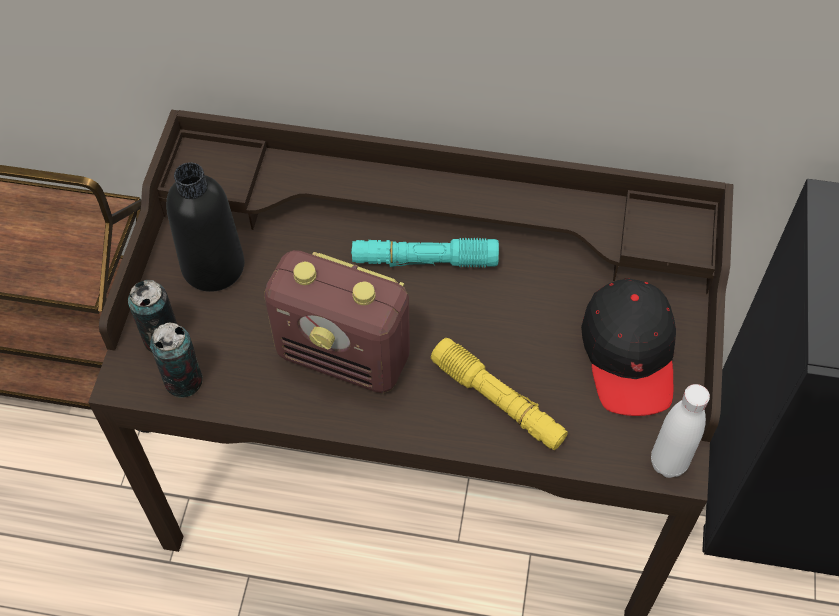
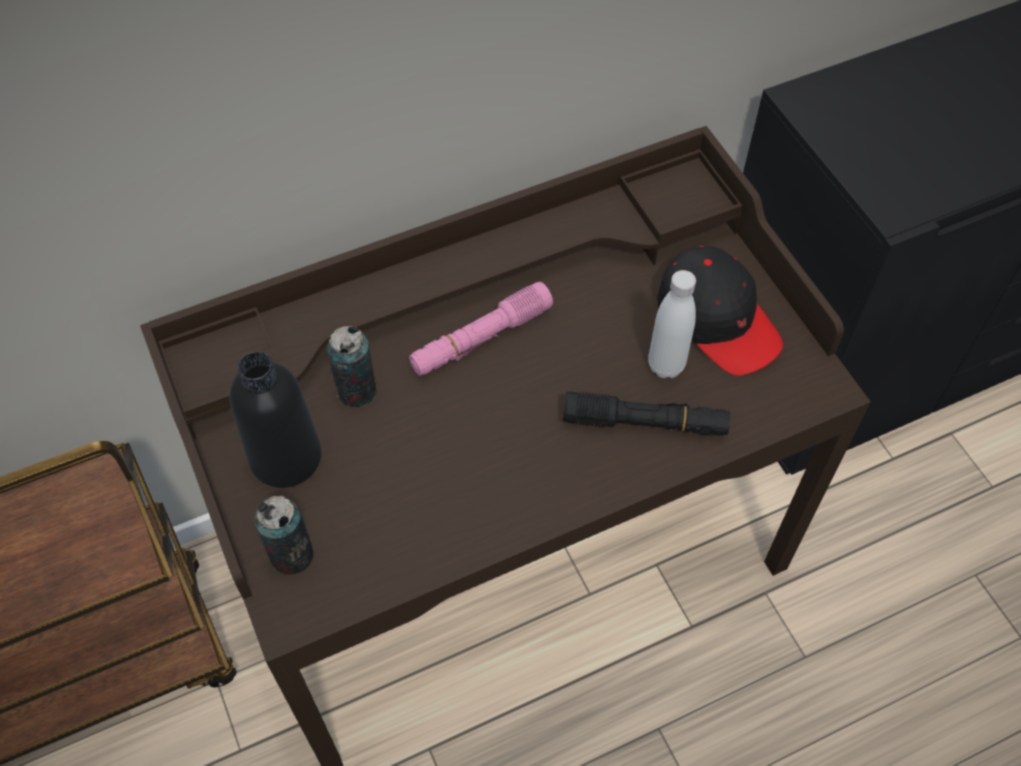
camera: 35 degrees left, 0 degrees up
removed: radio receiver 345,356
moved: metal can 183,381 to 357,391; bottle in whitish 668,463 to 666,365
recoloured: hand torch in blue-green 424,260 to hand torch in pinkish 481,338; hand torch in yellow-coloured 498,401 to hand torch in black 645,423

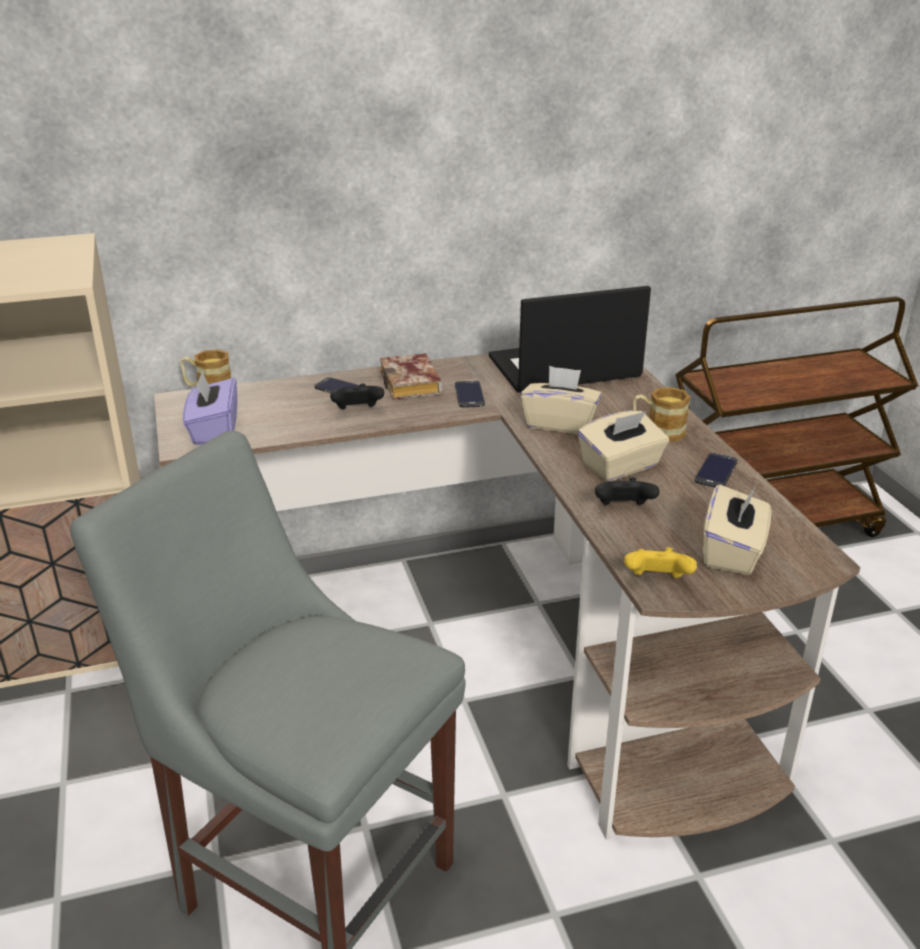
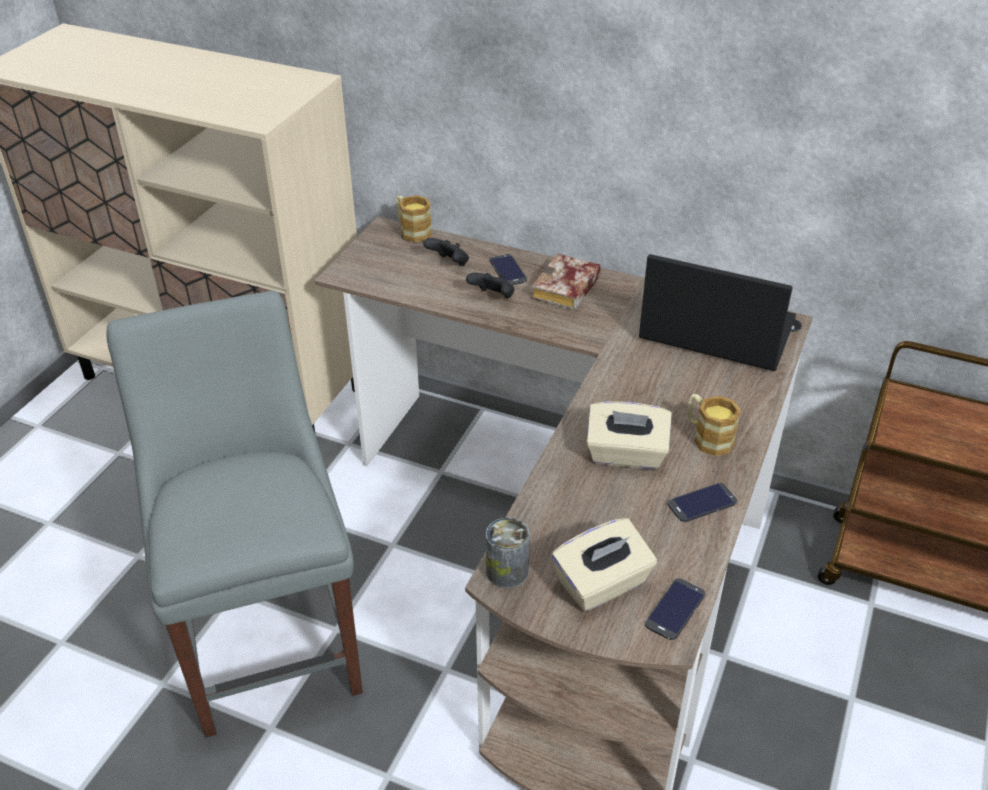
camera: 40 degrees right, 10 degrees up
removed: tissue box in sand-coloured 560,423; tissue box in purplish 214,431
moved: telephone 469,395 to 675,609; joypad in black 623,509 to 449,264
replaced: joypad in yellow-coloured 656,581 to metal can 507,571

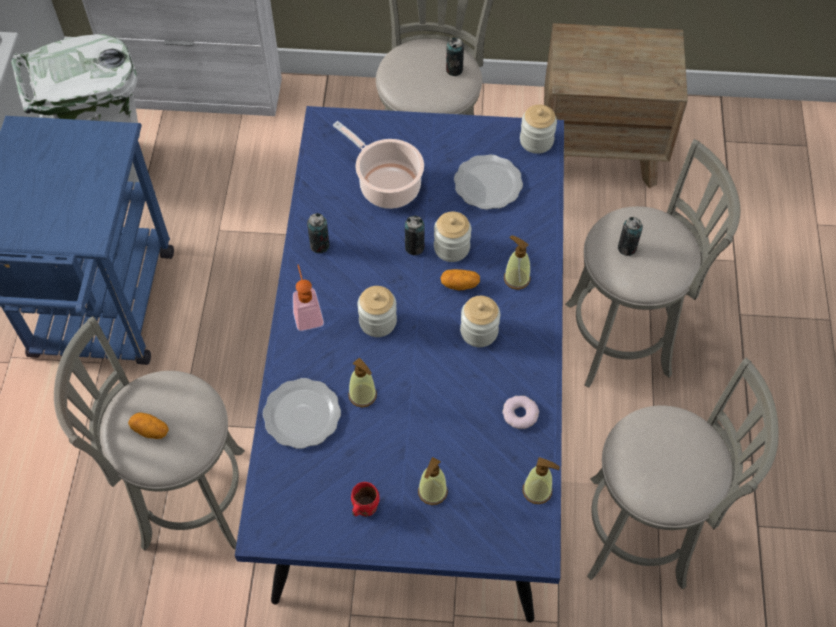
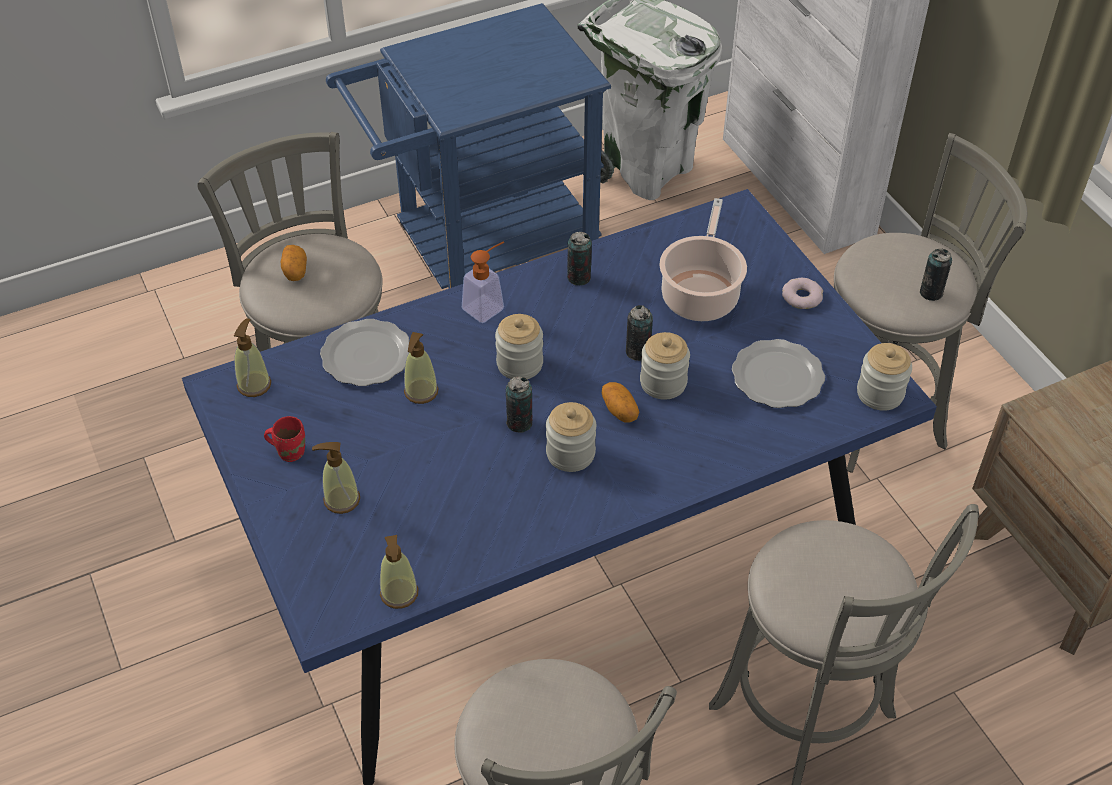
camera: 60 degrees right, 10 degrees down
moved: metal can 627,248 to 519,423; soap bottle 516,278 to 254,384; donut 520,414 to 801,297

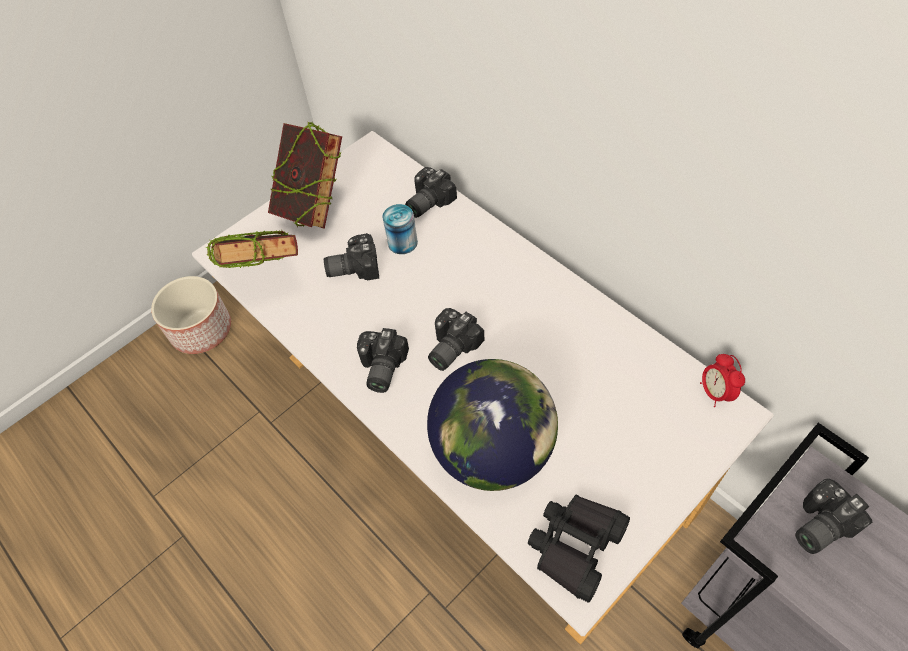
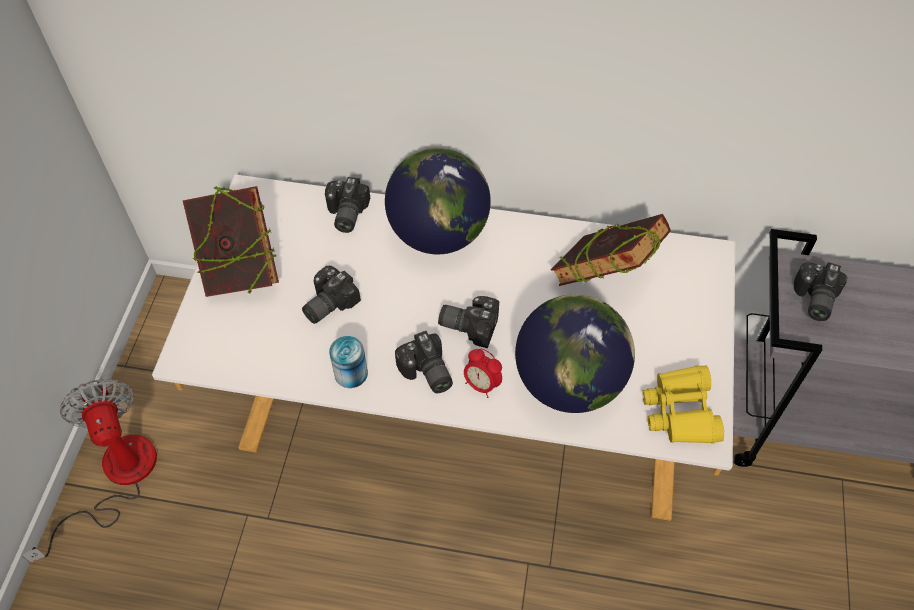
camera: 40 degrees left, 0 degrees up
added: desk globe 439,233
moved: metal can 402,242 to 351,373; volume 265,278 to 604,279; alarm clock 715,392 to 482,384
replaced: plant pot 200,330 to electric fan 116,478
recoloured: field glasses in black 575,545 to field glasses in yellow-coloured 680,411
turned: photo camera 449,347 = 469,324 105 degrees clockwise

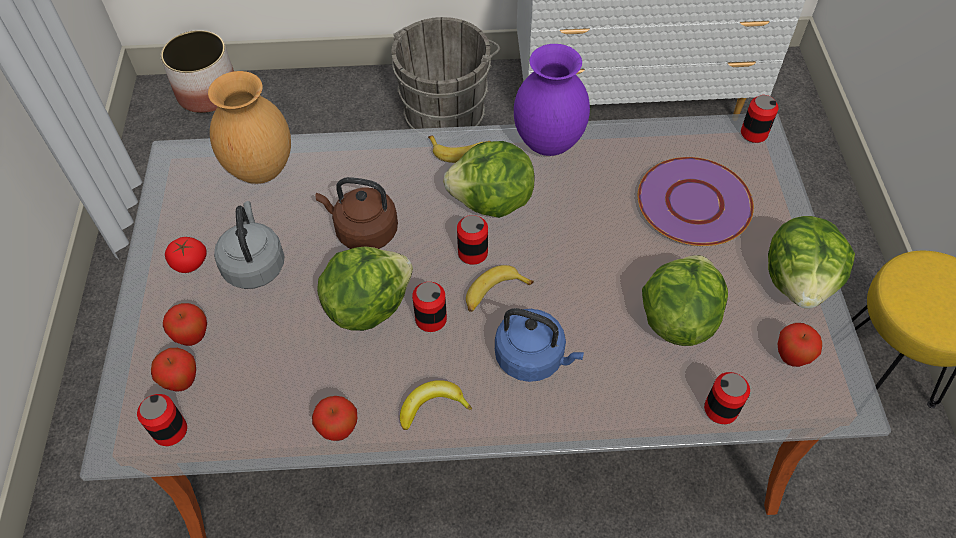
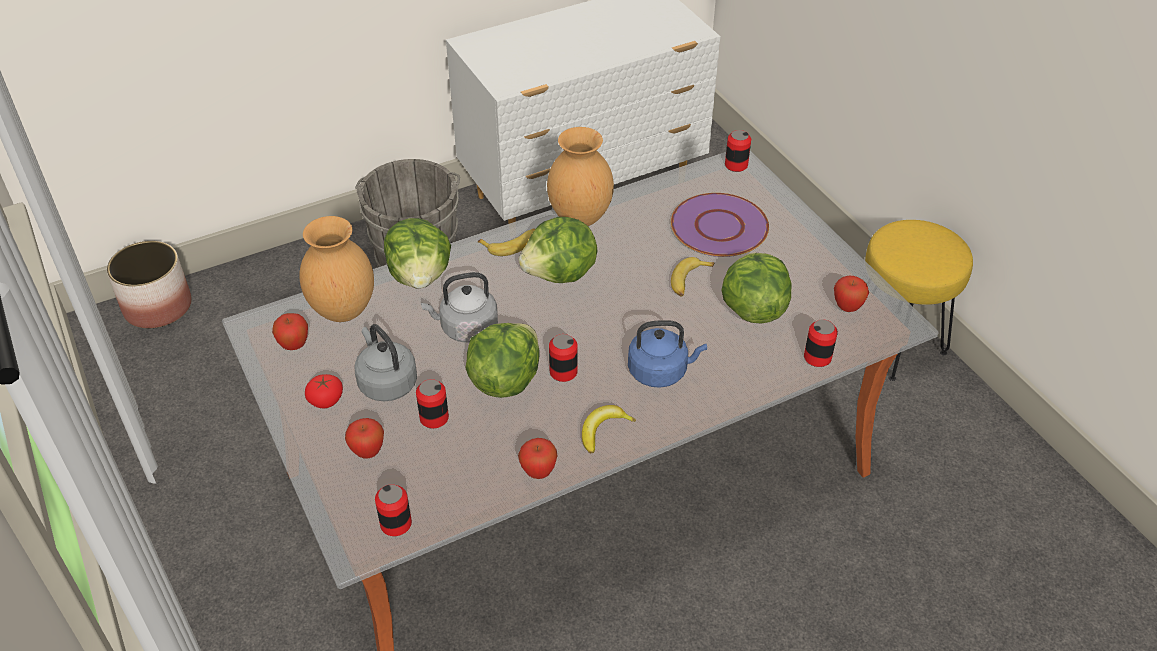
camera: 25 degrees left, 10 degrees down
moved: metal can 473,253 to 434,418; lettuce head 798,282 to 420,276; banana fruit 494,294 to 689,281; whole apple 182,382 to 294,345
recoloured: vase in purplish 548,143 to vase in brown 579,218; tea kettle in brown 363,232 to tea kettle in grey 466,328

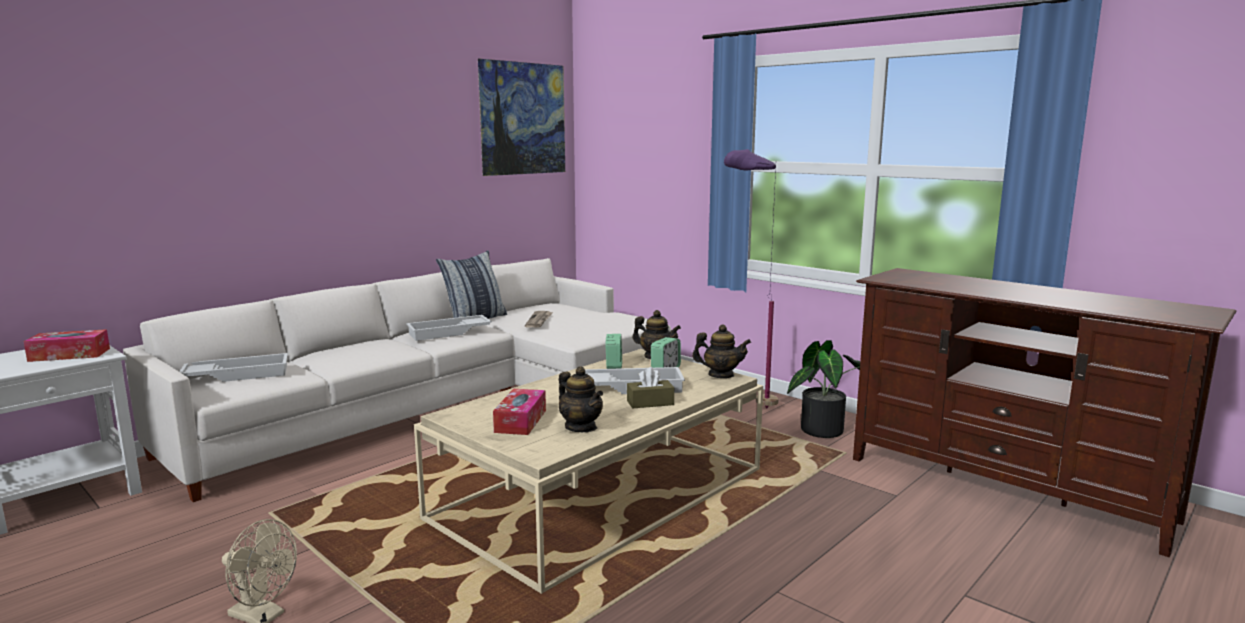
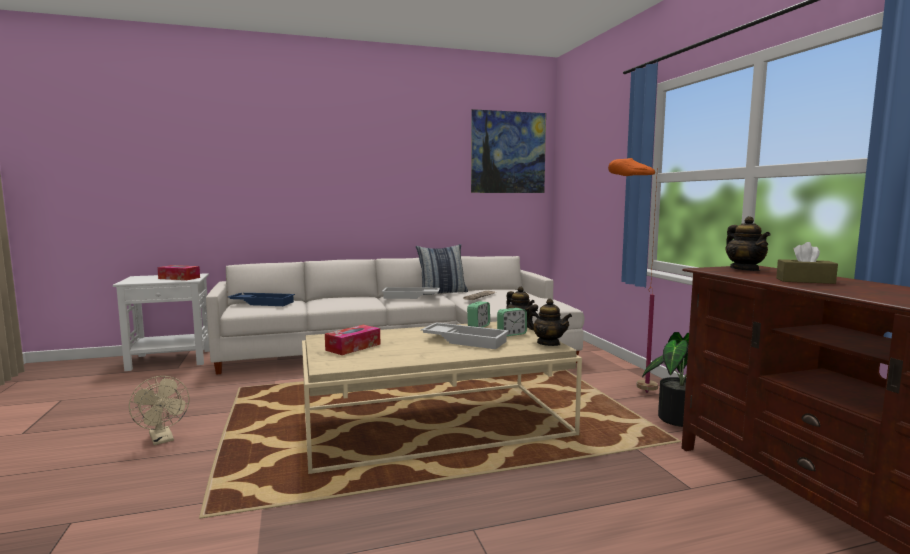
camera: 30 degrees right, 5 degrees down
moved: teapot 581,427 to 745,269; tissue box in brown 650,403 to 805,281
recoloured: standard lamp in purplish 747,409 to standard lamp in orange 628,390; carrying tray in whitish 238,374 to carrying tray in blue 263,303

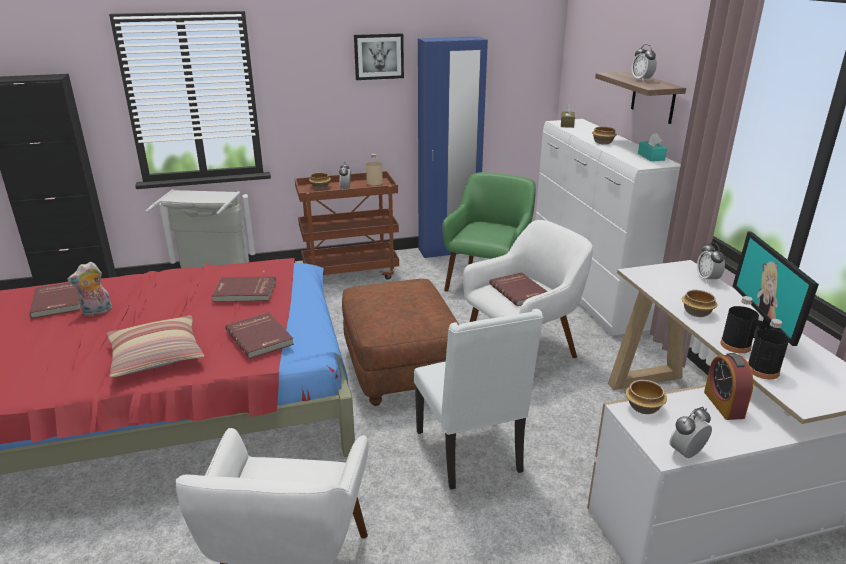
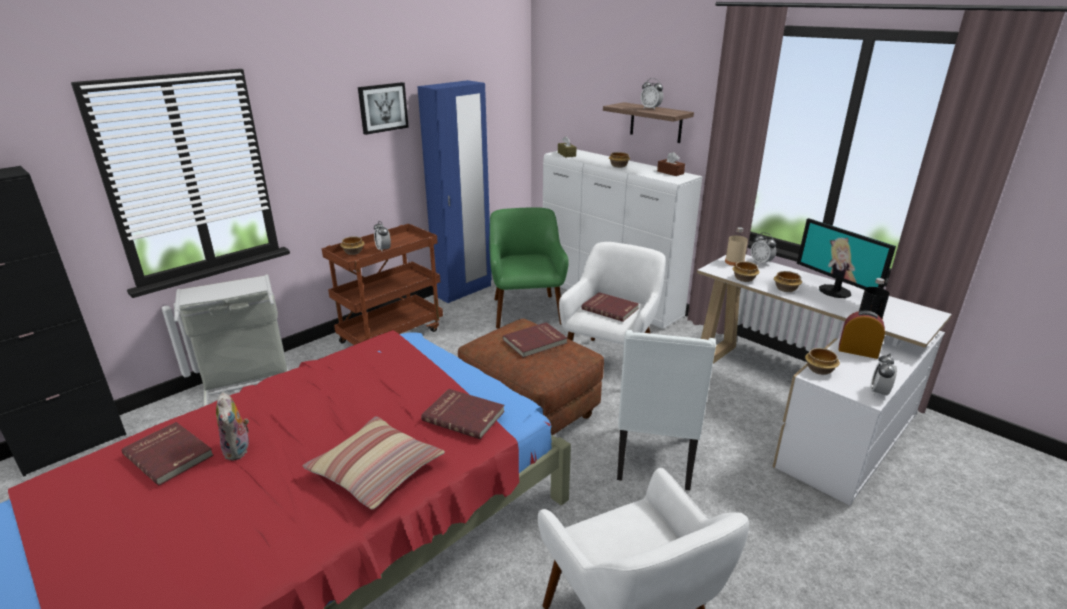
camera: 30 degrees left, 0 degrees up
removed: bottle in black 735,345
added: serving bowl 744,279
moved: bottle in sand-coloured 374,185 to 734,262; volume in red 244,292 to 535,342
recoloured: tissue box in blue-green 651,157 to tissue box in brown 670,172
turned: soft toy 97,312 = 239,450 45 degrees counterclockwise; plain chair in whitish 471,452 = 654,459 60 degrees clockwise; alarm clock 723,404 = 858,351 150 degrees clockwise

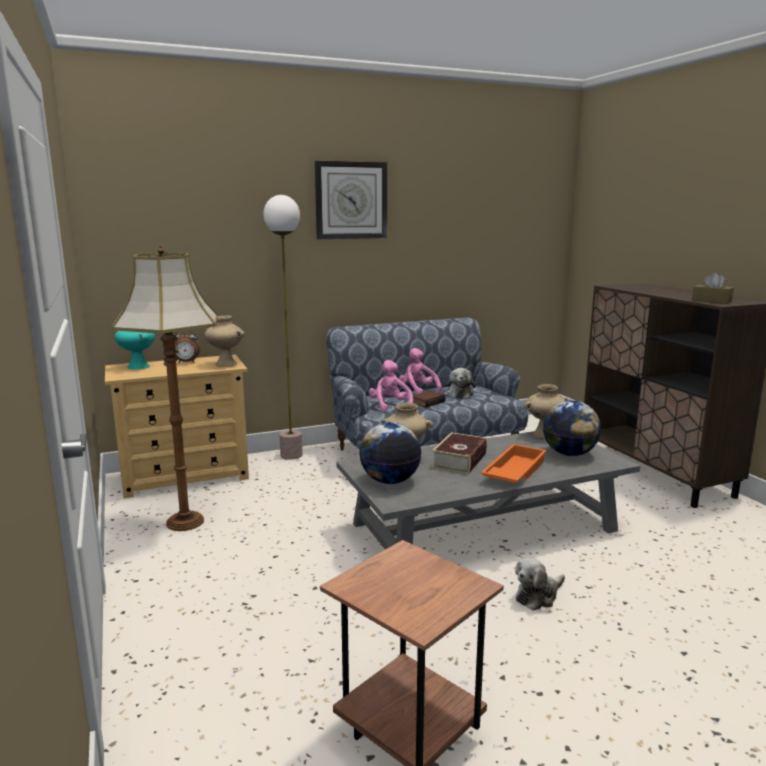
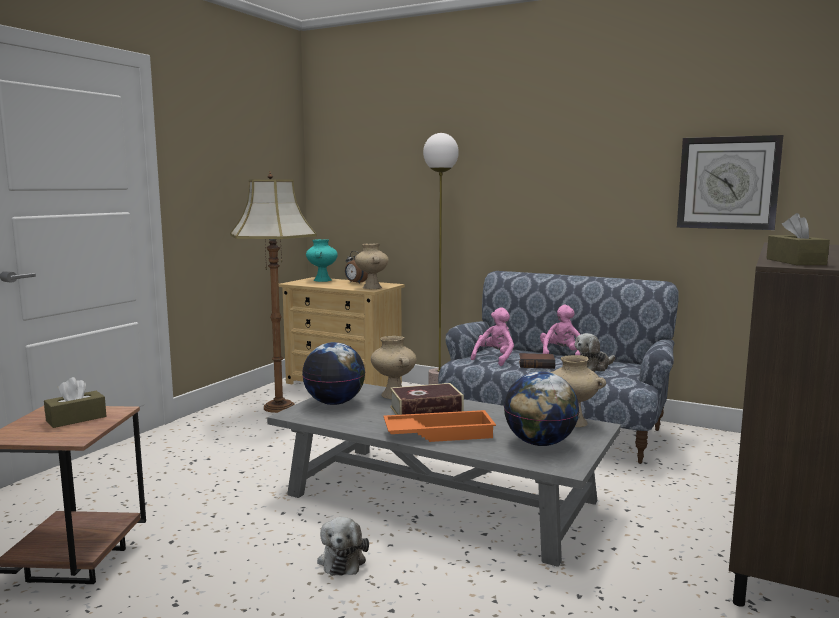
camera: 50 degrees right, 5 degrees down
added: tissue box in brown 76,419
moved: hanging clock 351,200 to 728,183
turned: soft toy 538,596 = 342,559 105 degrees counterclockwise

